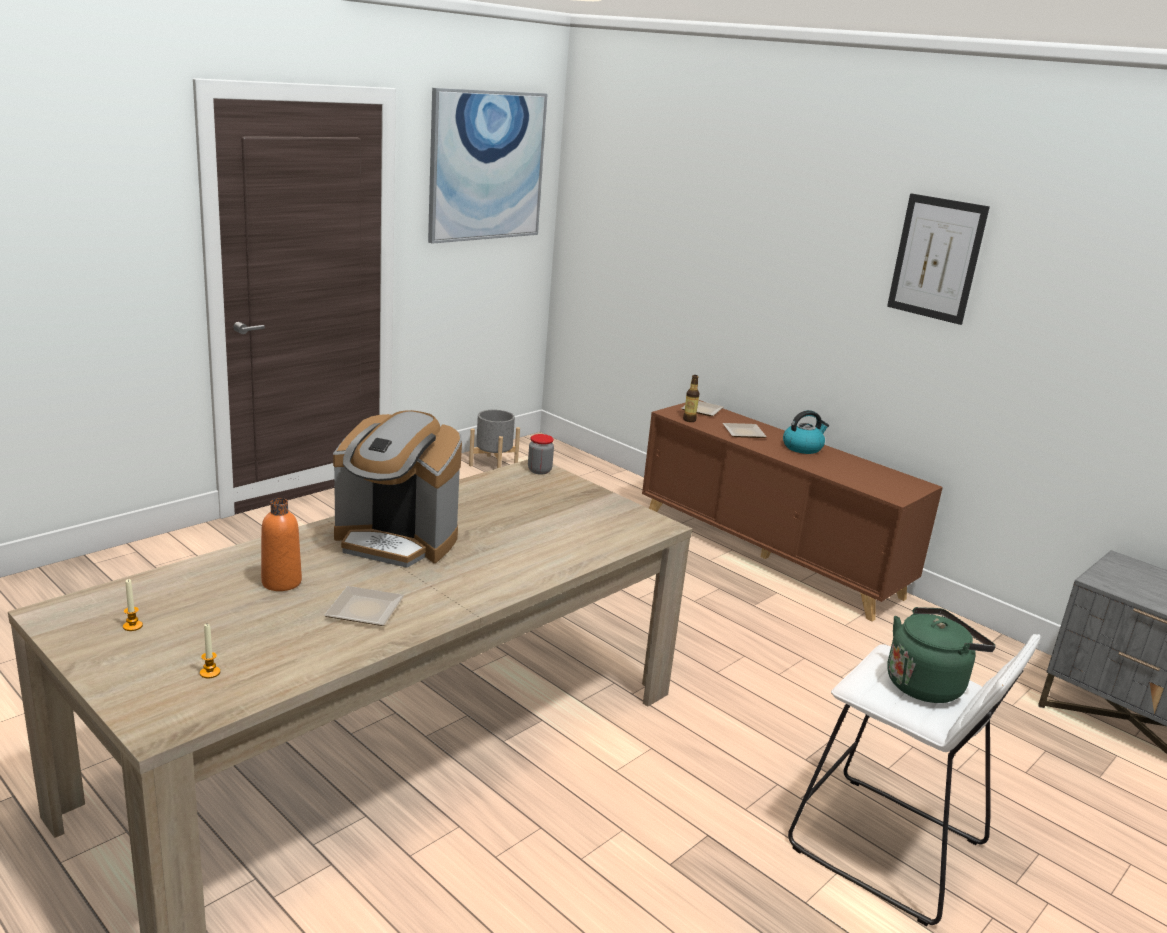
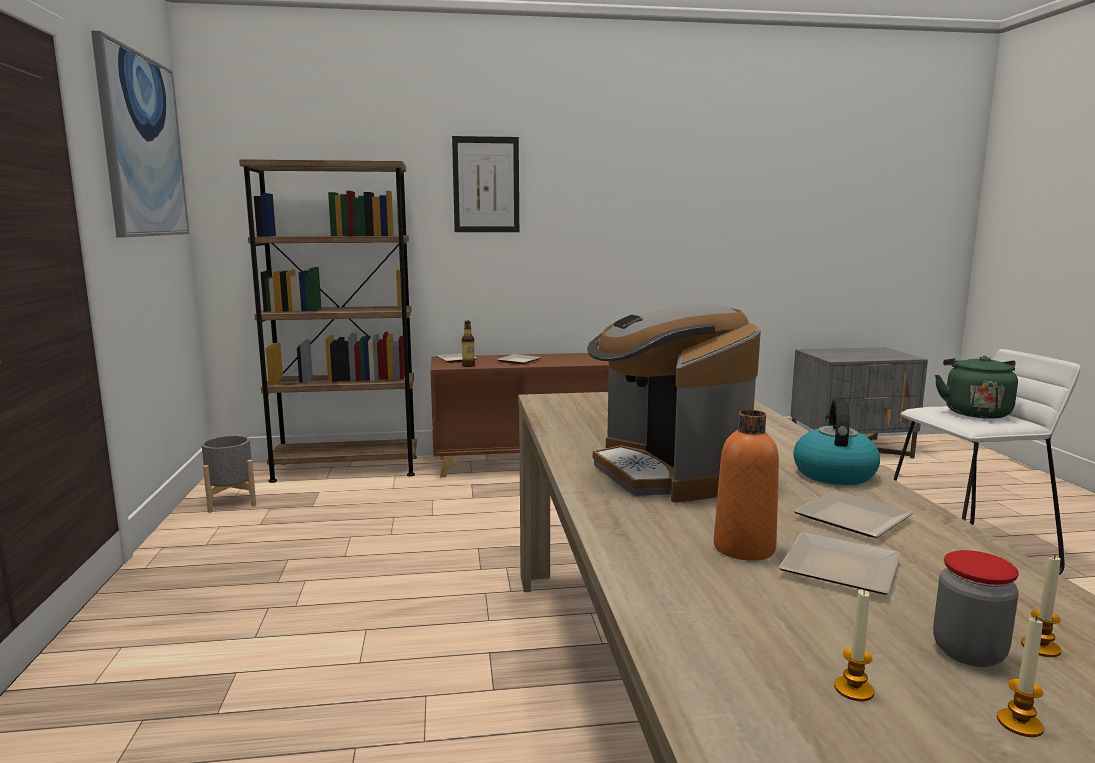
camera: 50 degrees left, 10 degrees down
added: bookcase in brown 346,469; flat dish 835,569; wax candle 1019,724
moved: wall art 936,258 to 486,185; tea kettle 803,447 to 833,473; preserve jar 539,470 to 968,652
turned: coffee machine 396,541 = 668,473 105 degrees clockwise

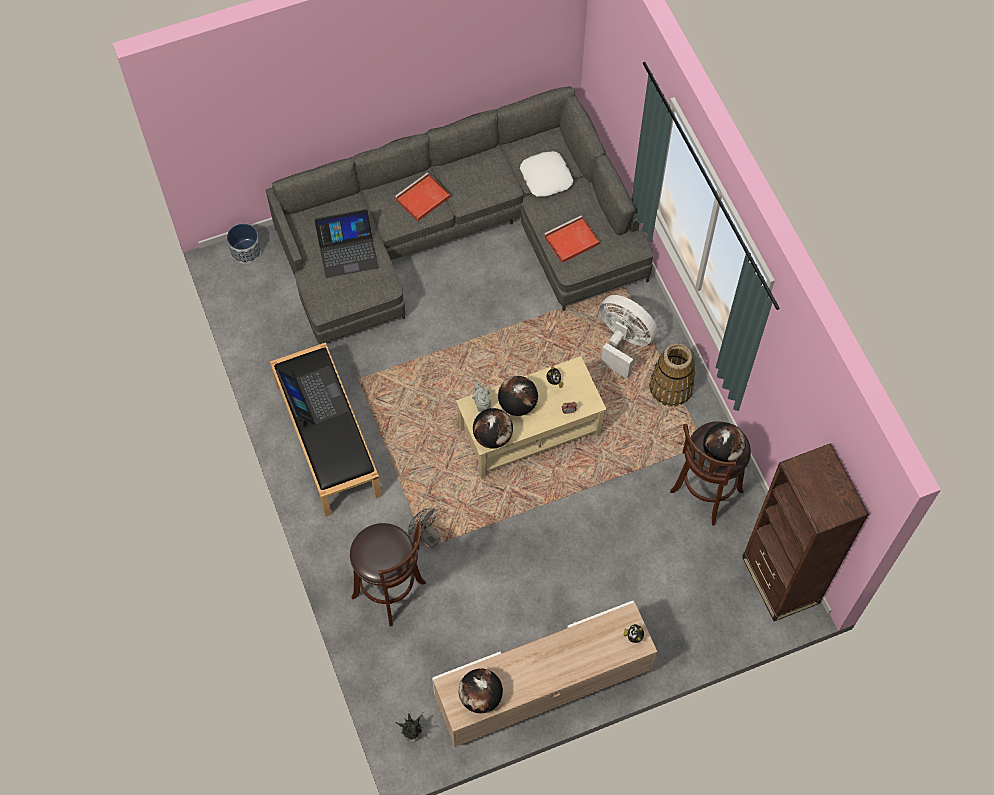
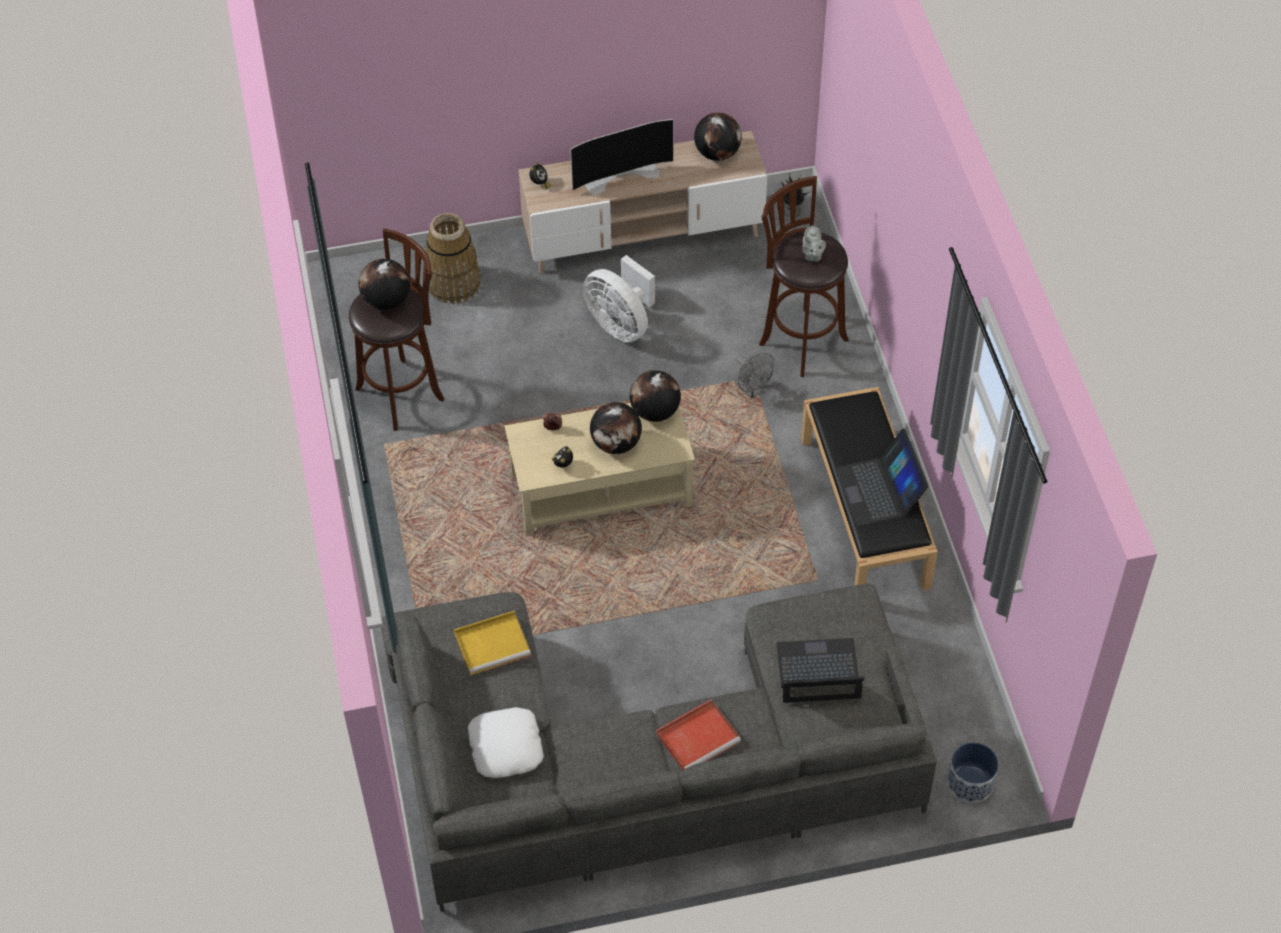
camera: 170 degrees left, 10 degrees down
removed: bookcase in brown 780,580
added: TV 621,174
moved: electric fan in whitish 623,343 to 621,324; storage basket 671,387 to 453,283; teapot in grey 482,403 to 812,255
recoloured: carrying tray in red 571,241 to carrying tray in yellow-coloured 493,644

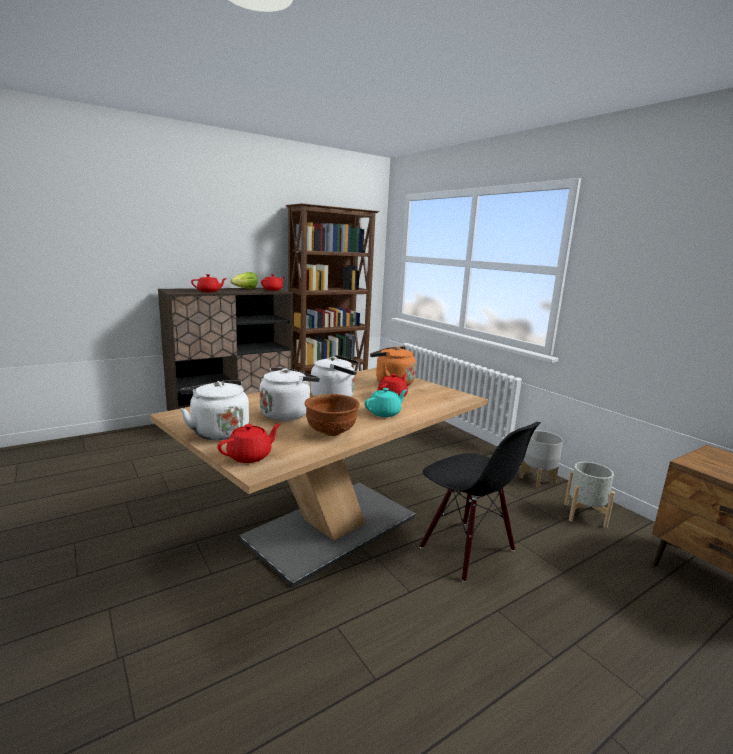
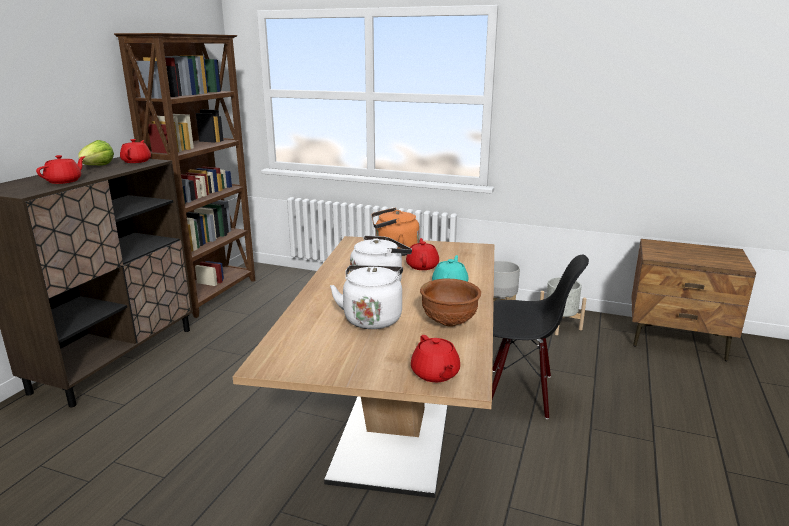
camera: 35 degrees left, 5 degrees up
removed: tea kettle in whitish 218,432
turned: teapot in red 250,456 = 435,374 150 degrees clockwise

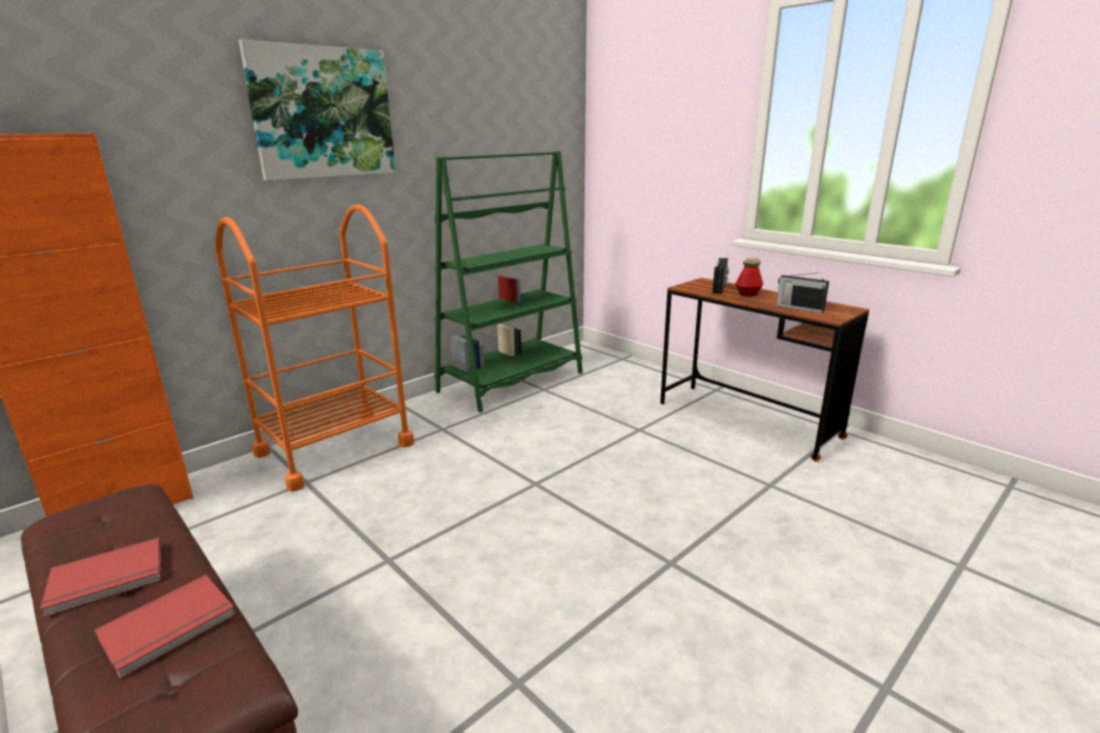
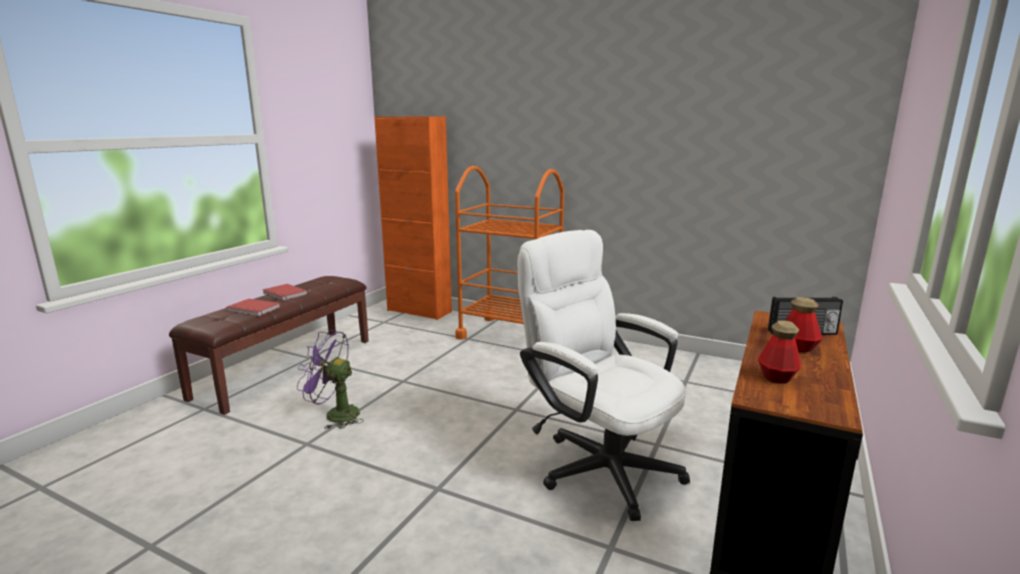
camera: 70 degrees right, 5 degrees down
removed: wall art 323,113; bookcase in green 512,382
added: office chair in whitish 598,464; electric fan in purplish 335,414
replaced: radio receiver 798,308 to bottle 776,377

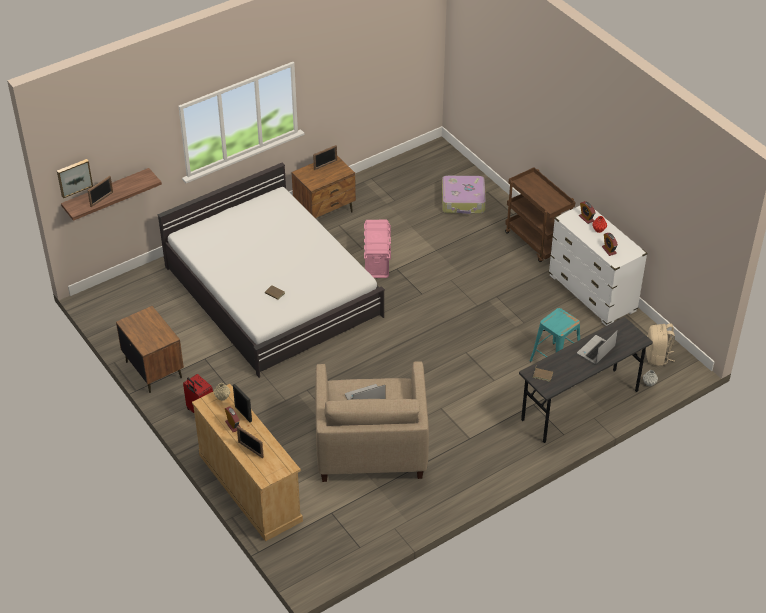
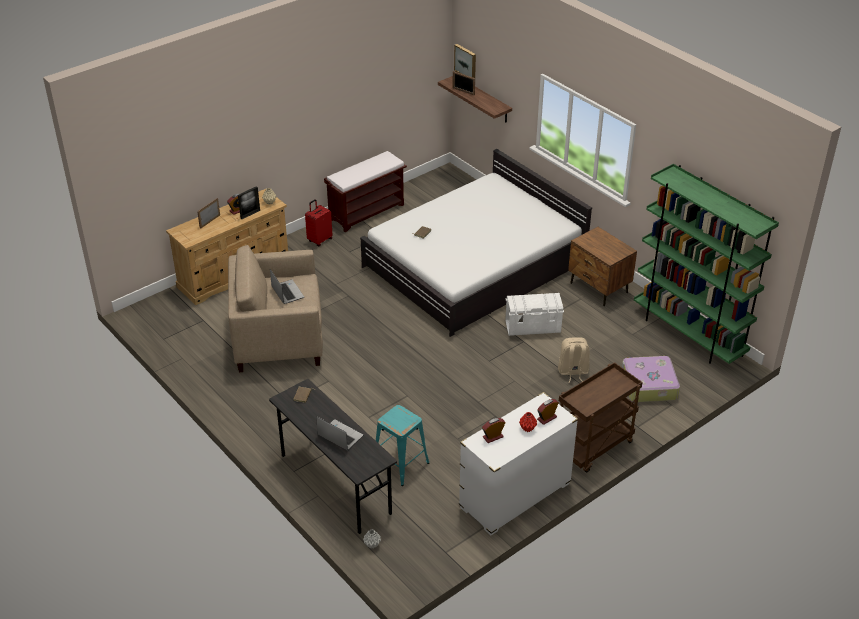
camera: 85 degrees right, 5 degrees down
removed: photo frame 325,165
added: bookcase in green 689,334
moved: rucksack in sand-coloured 657,357 to 573,372
replaced: nightstand in brown 154,369 to long seat in brown 367,212
recoloured: storage bin in pinkish 377,260 to storage bin in whitish 533,327

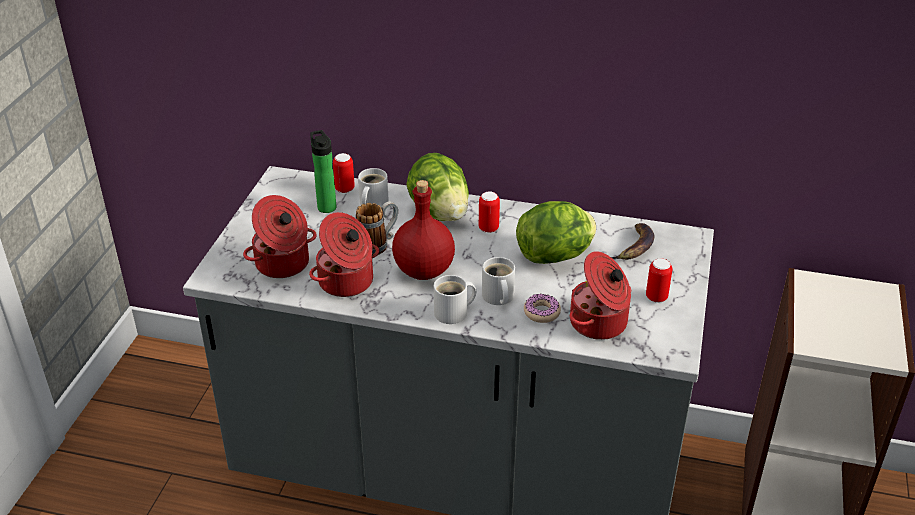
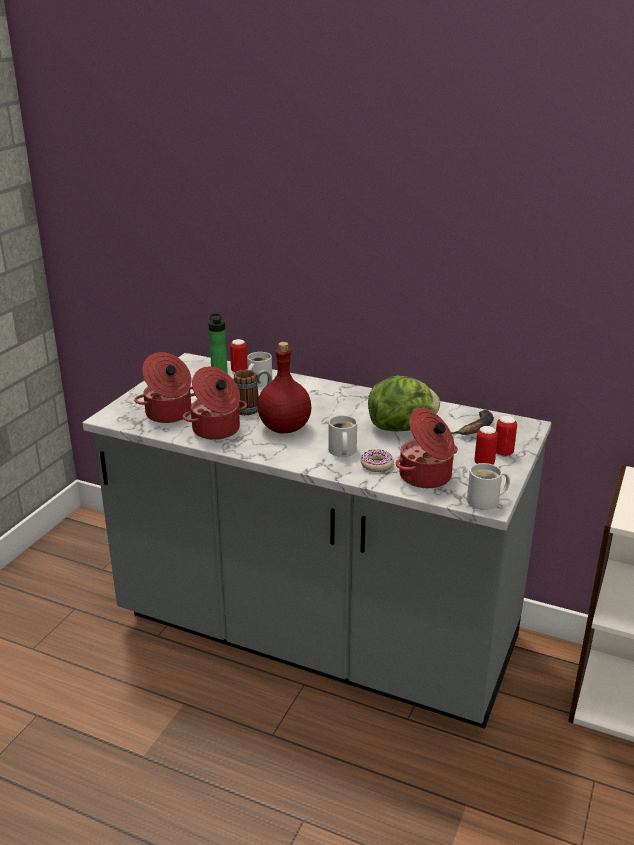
camera: 10 degrees right, 10 degrees down
removed: lettuce head 439,212
moved: metal can 488,228 to 503,453; coffee mug in whitish 454,313 to 486,501

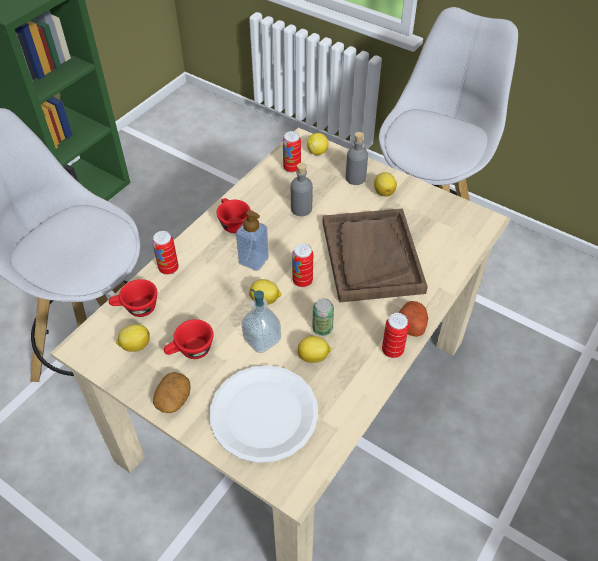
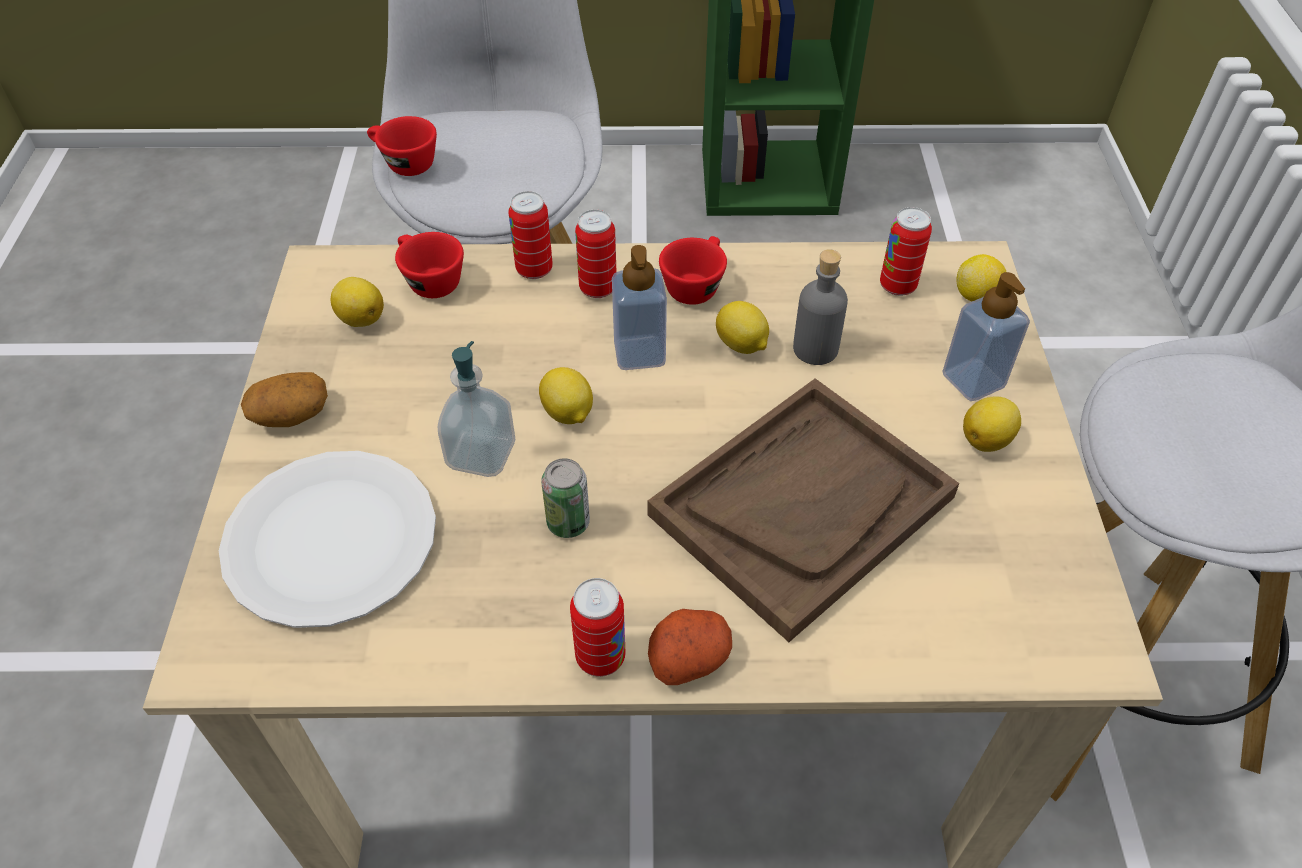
camera: 55 degrees right, 0 degrees up
moved: metal can 302,281 to 598,288; cup in red 190,351 to 404,163; citrus fruit 314,357 to 741,346
replaced: bottle in grey 355,178 to soap bottle 973,380

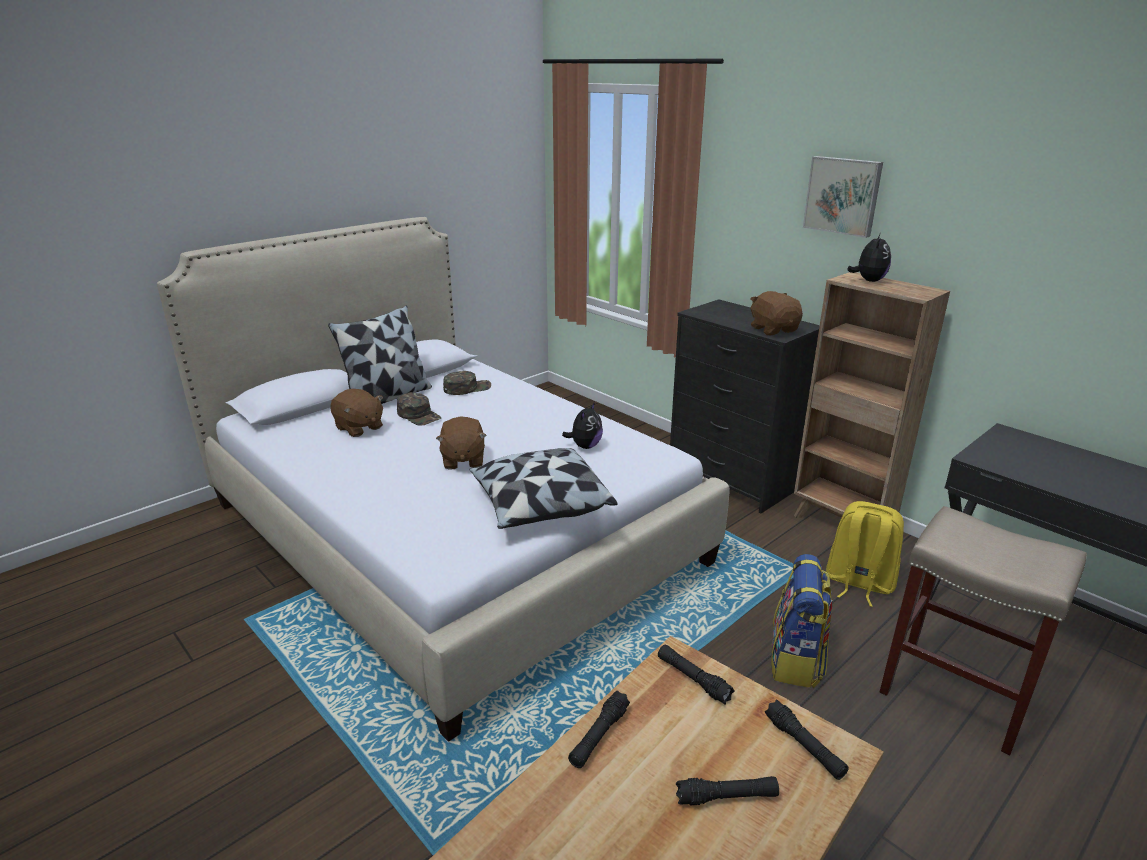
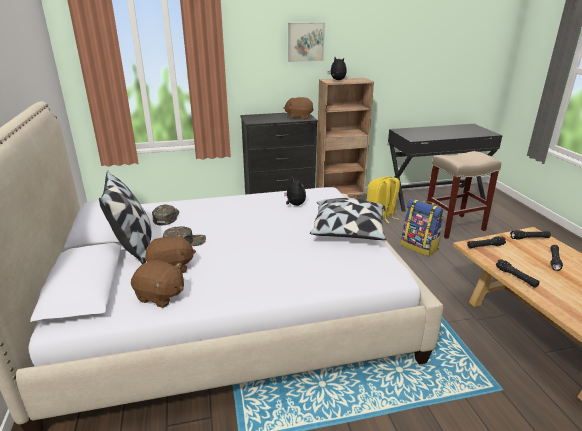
camera: 60 degrees left, 0 degrees up
moved: soft toy in brown 462,460 to 160,296

